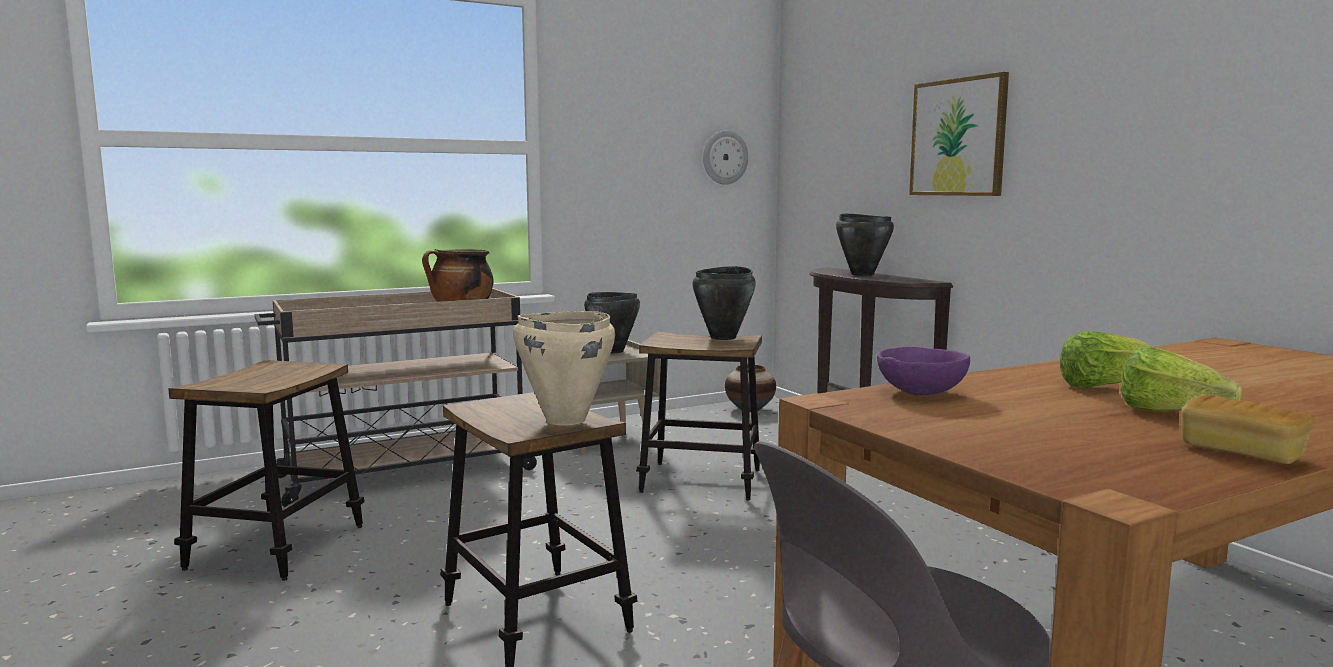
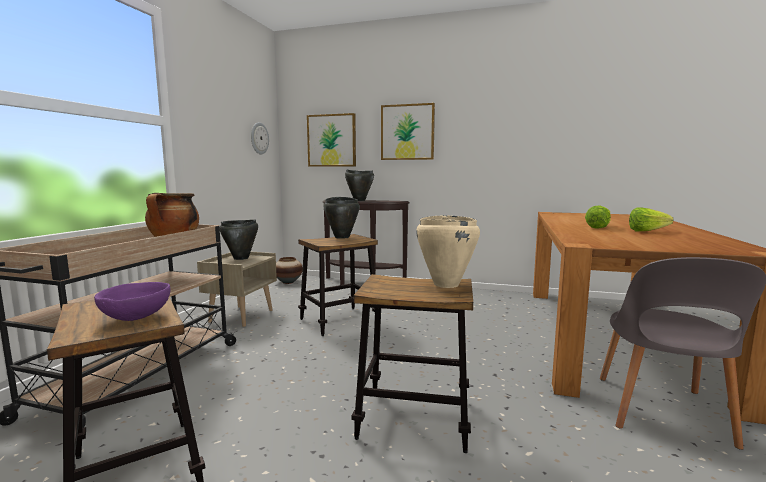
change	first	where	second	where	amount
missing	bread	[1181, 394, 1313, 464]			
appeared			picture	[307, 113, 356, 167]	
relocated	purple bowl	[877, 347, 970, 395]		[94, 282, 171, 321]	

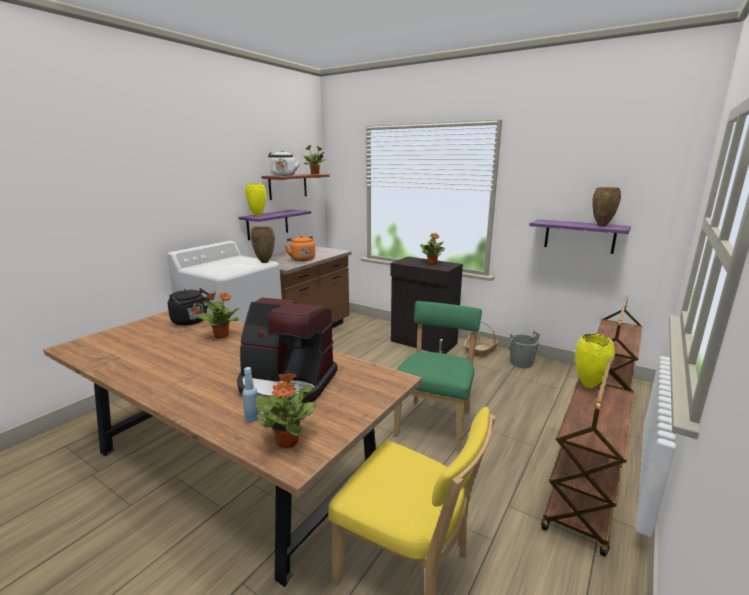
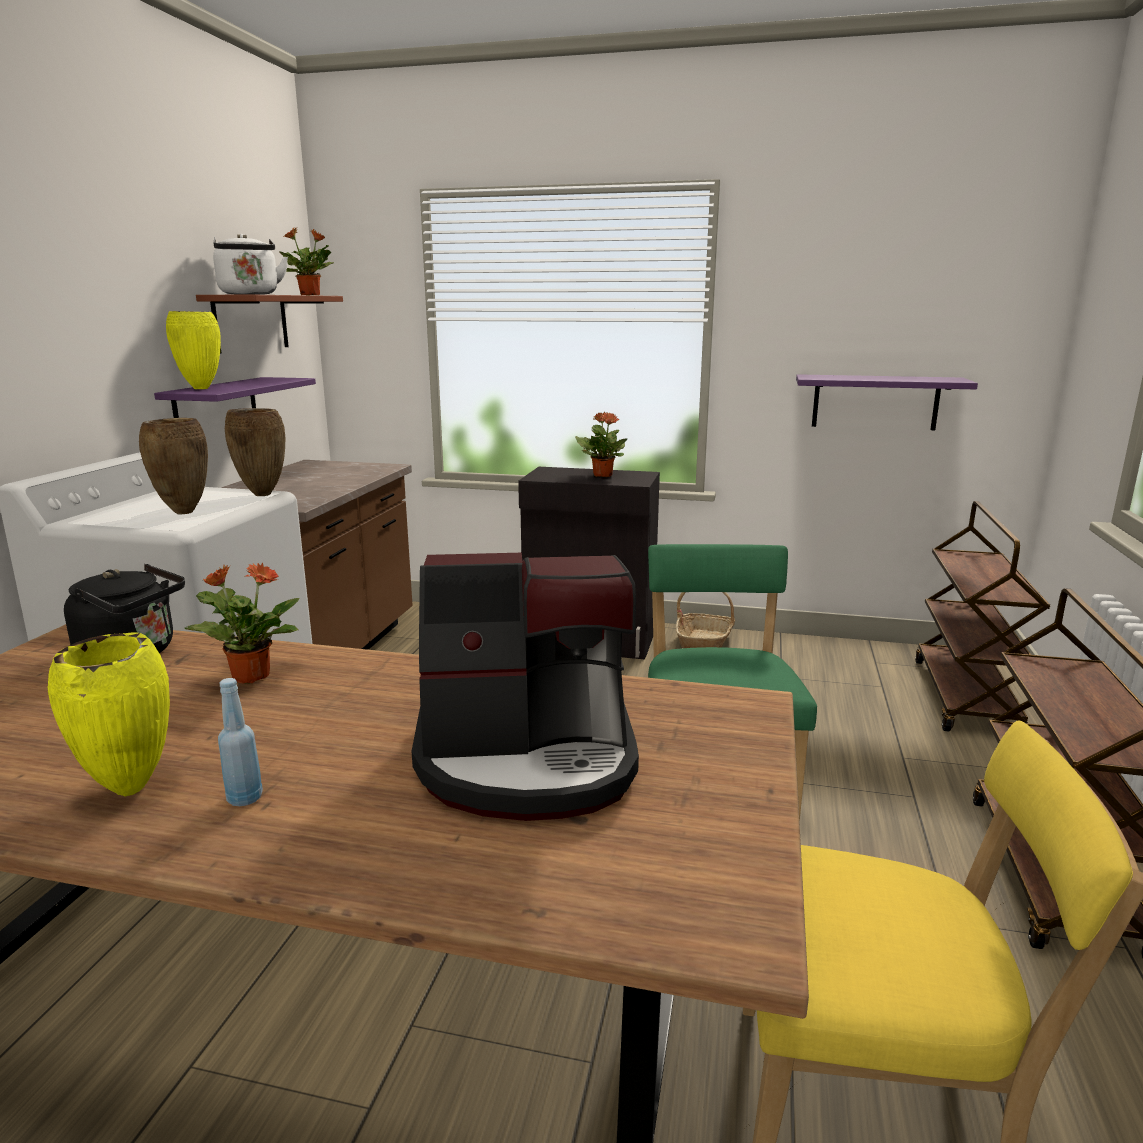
change	first	where	second	where	amount
missing	potted plant	[255, 373, 316, 448]			
missing	orange kettle	[285, 236, 315, 261]			
missing	grey bucket	[508, 331, 540, 368]			
relocated	blue bottle	[242, 367, 260, 422]		[218, 678, 263, 806]	
relocated	yellow vase	[575, 334, 615, 388]		[47, 632, 170, 796]	
relocated	brown vase	[592, 187, 621, 226]		[139, 418, 208, 515]	

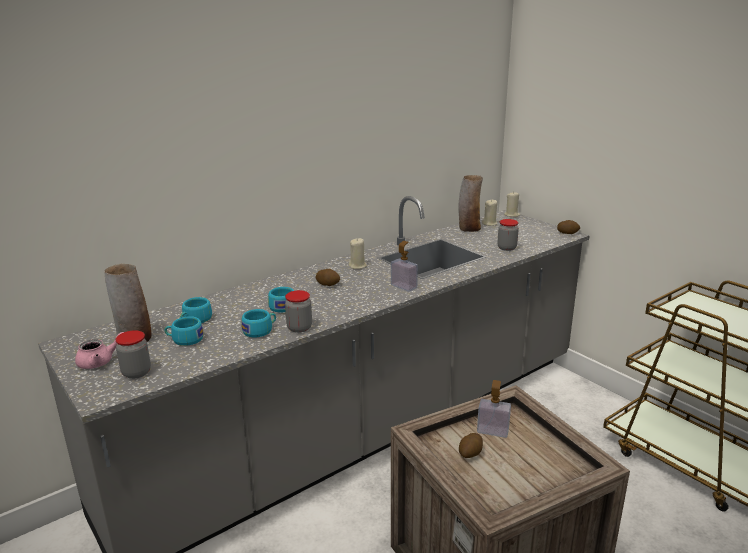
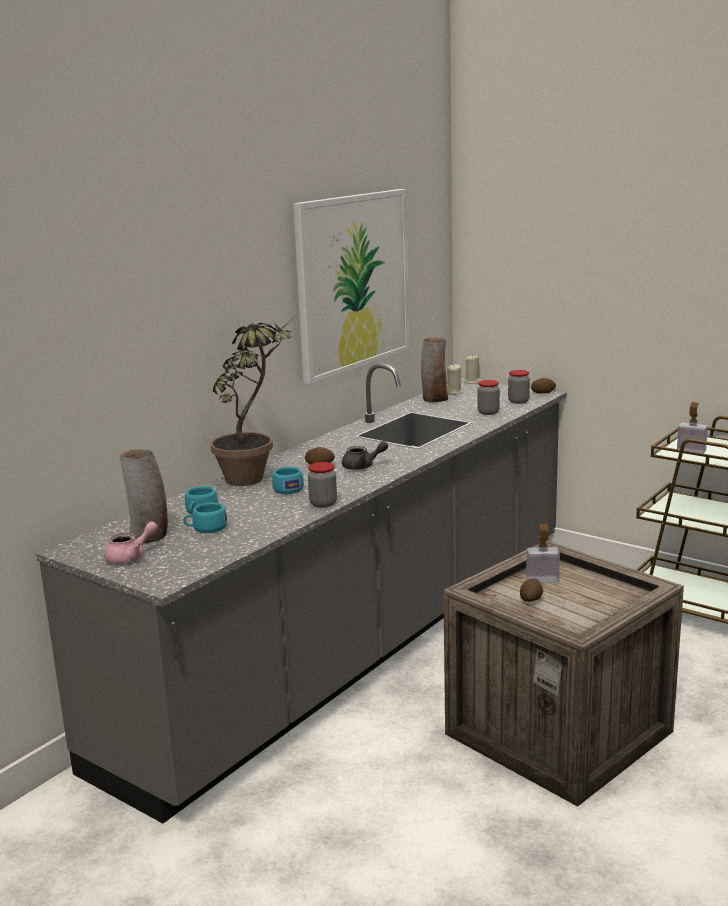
change	first	where	second	where	amount
missing	turquoise cup	[241, 309, 276, 337]			
missing	beige candle	[349, 238, 367, 269]			
appeared			potted plant	[210, 321, 292, 486]	
appeared			picture	[293, 189, 410, 384]	
appeared			grey teapot	[342, 441, 388, 470]	
relocated	jar	[115, 330, 151, 379]		[508, 370, 530, 404]	
relocated	soap dispenser	[391, 241, 418, 292]		[677, 402, 708, 454]	

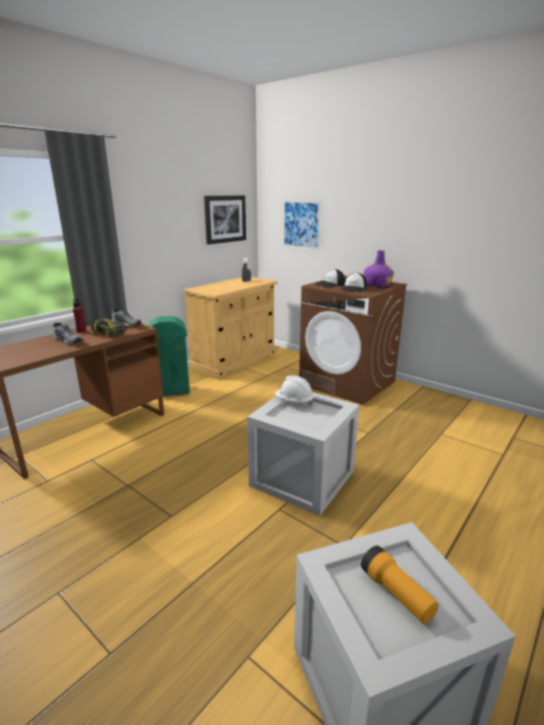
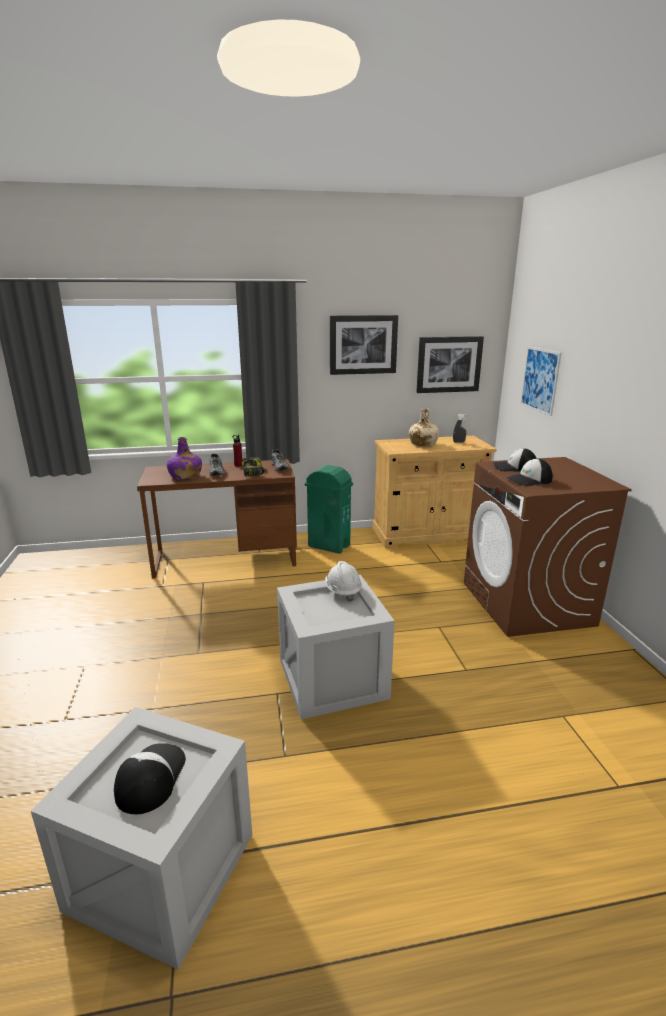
change	first	where	second	where	amount
appeared			picture	[330, 315, 398, 375]	
appeared			beige bottle	[409, 408, 439, 446]	
relocated	purple bottle	[364, 250, 394, 287]		[167, 437, 202, 480]	
exchanged	flashlight	[361, 546, 438, 624]	cap	[114, 743, 186, 814]	

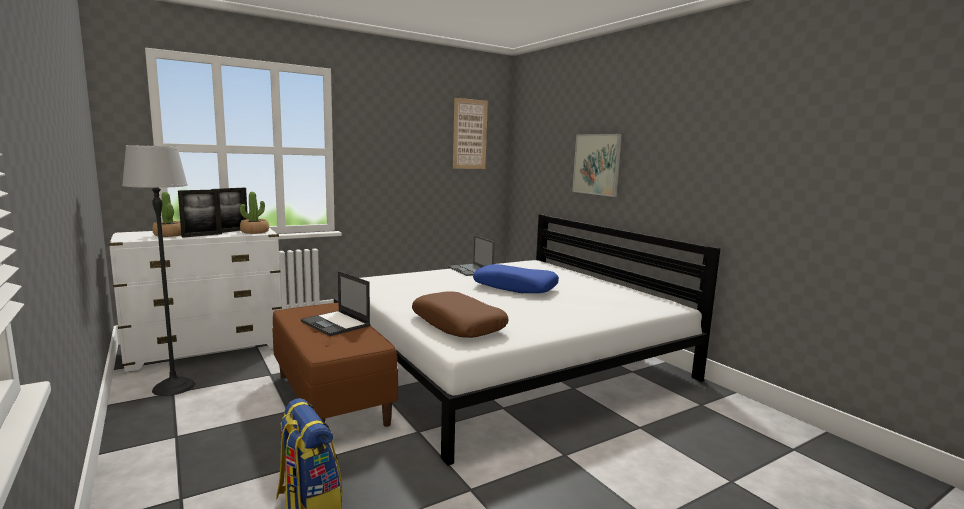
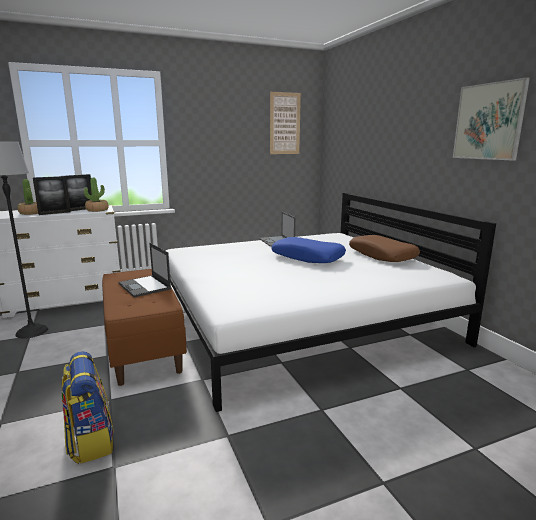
change	first	where	second	where	amount
relocated	brown pillow	[412, 292, 508, 338]		[349, 235, 420, 262]	
relocated	picture	[572, 134, 622, 197]		[453, 77, 530, 161]	

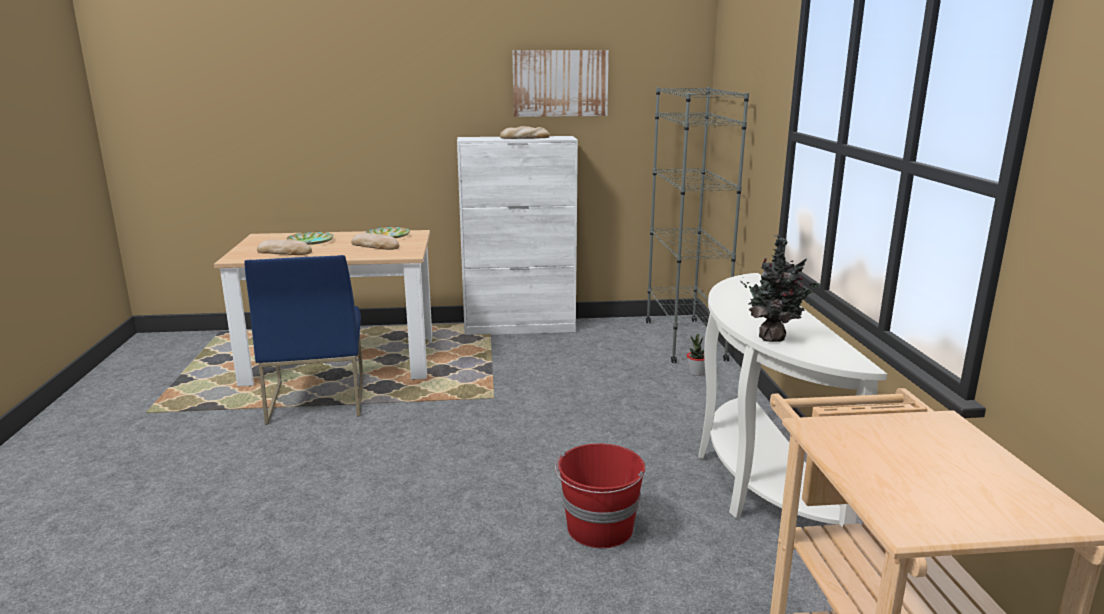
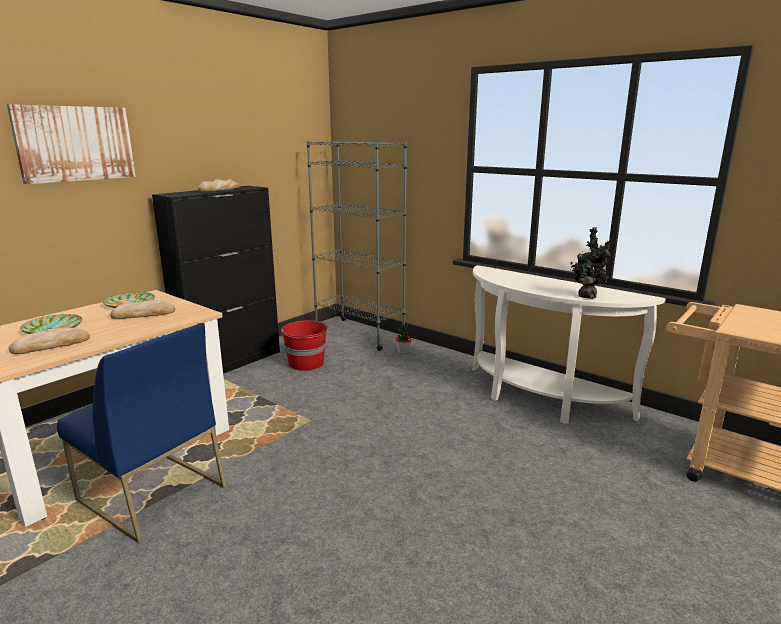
change	first	where	second	where	amount
relocated	picture	[512, 50, 609, 117]		[7, 104, 136, 184]	
relocated	red bucket	[555, 443, 645, 548]		[281, 320, 329, 371]	
colour	white cabinet	[457, 136, 578, 335]	black cabinet	[152, 186, 280, 374]	

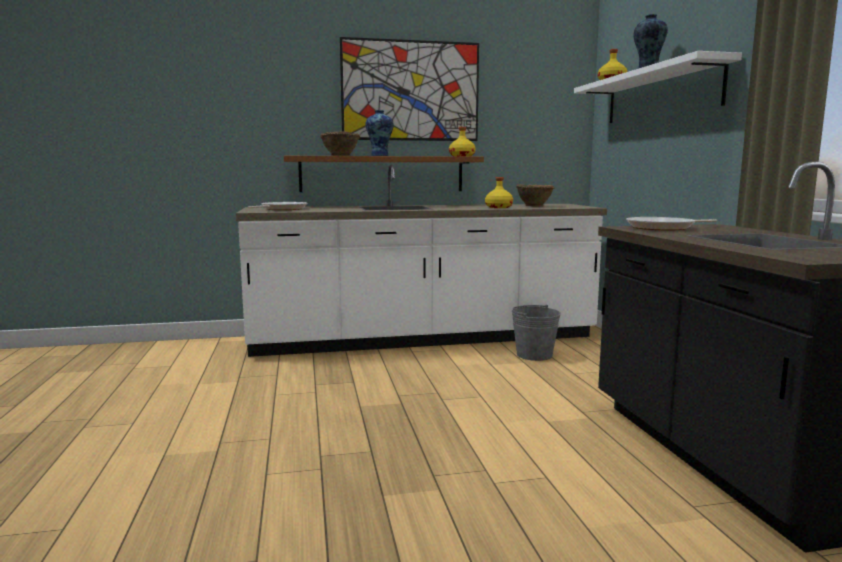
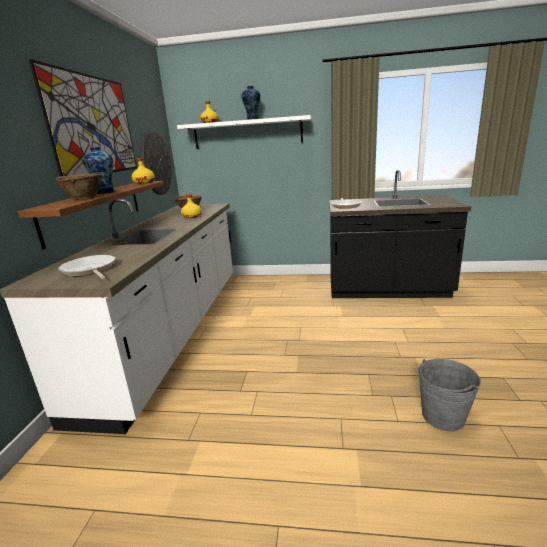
change	first	where	second	where	amount
appeared			wall clock	[142, 132, 172, 195]	
relocated	grey bucket	[512, 305, 561, 361]		[418, 359, 481, 431]	

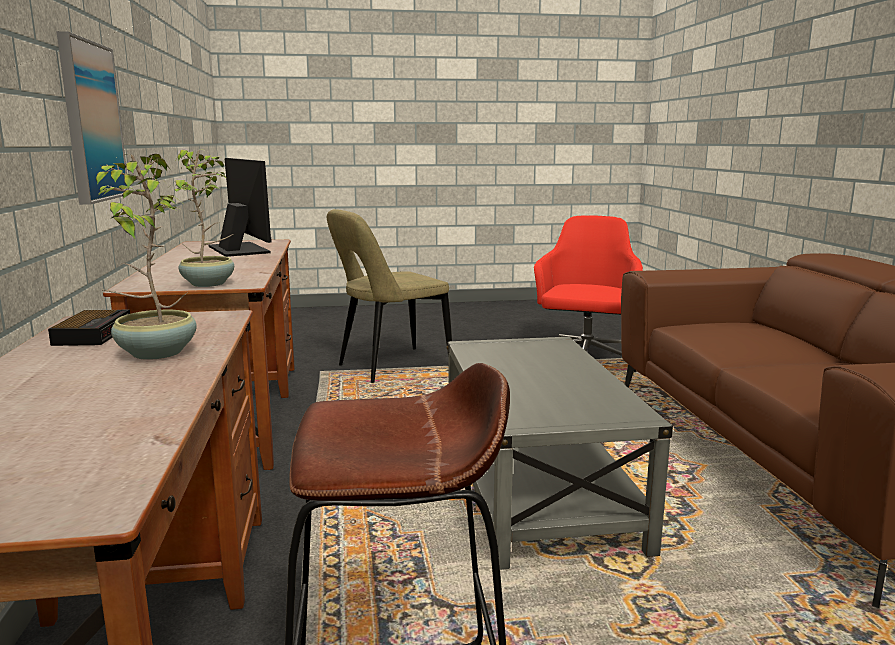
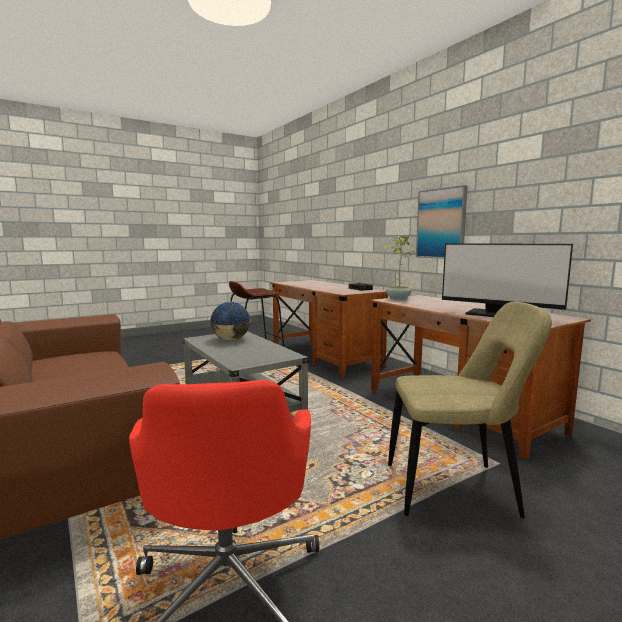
change	first	where	second	where	amount
missing	potted plant	[91, 154, 197, 360]			
appeared			globe	[210, 302, 251, 341]	
spun	beige chair	[327, 209, 452, 383]		[388, 302, 552, 518]	60 degrees clockwise

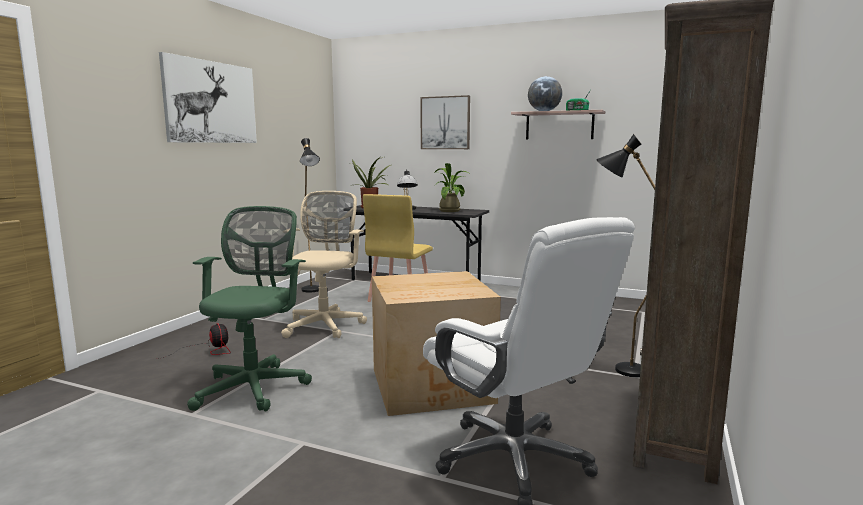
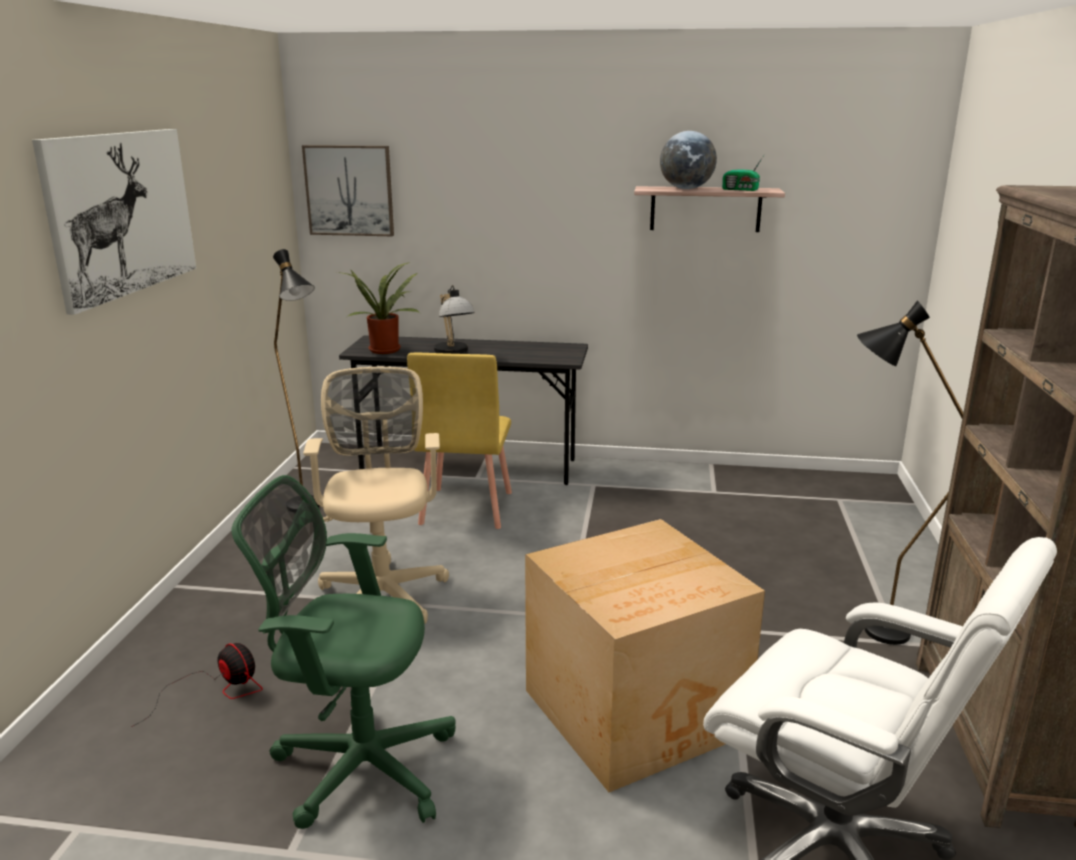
change	first	where	second	where	amount
missing	potted plant	[434, 163, 469, 212]			
relocated	picture	[421, 95, 470, 149]		[302, 145, 394, 236]	
spun	green office chair	[187, 206, 312, 411]		[232, 475, 456, 829]	75 degrees counterclockwise

